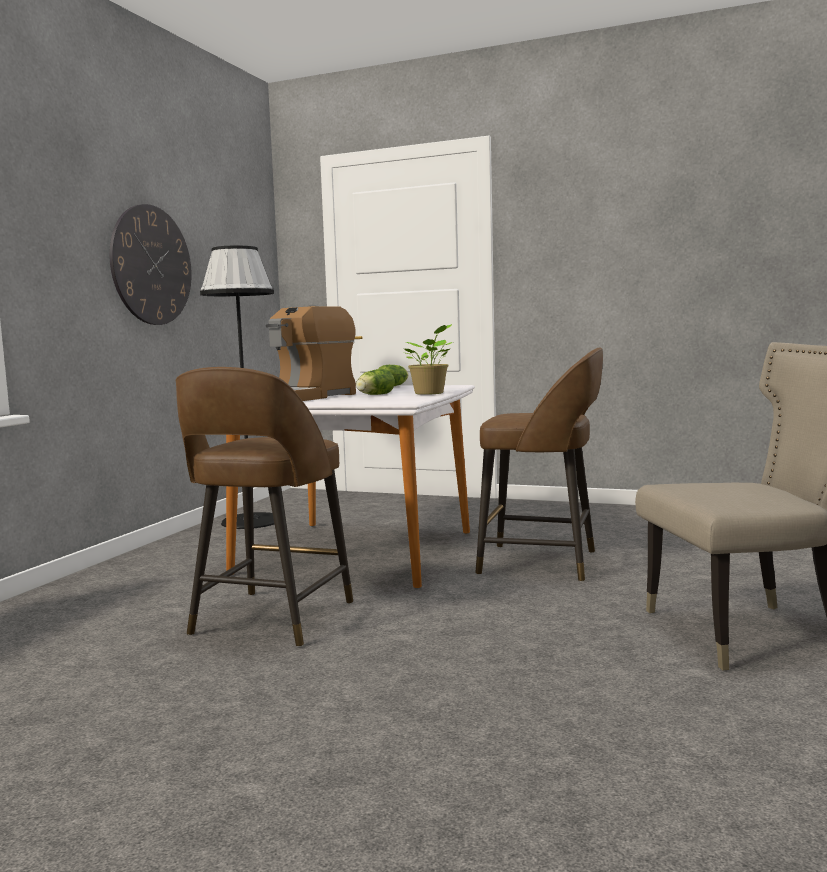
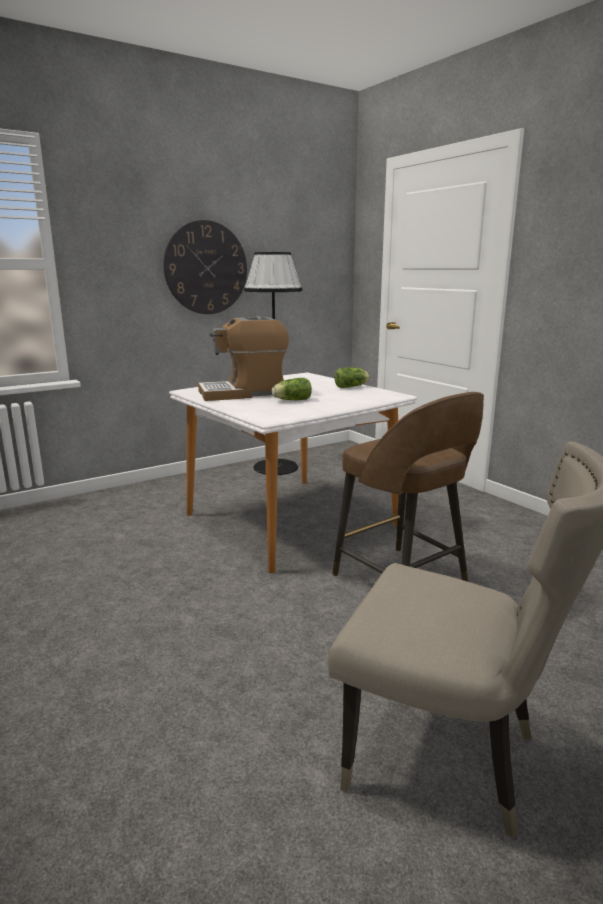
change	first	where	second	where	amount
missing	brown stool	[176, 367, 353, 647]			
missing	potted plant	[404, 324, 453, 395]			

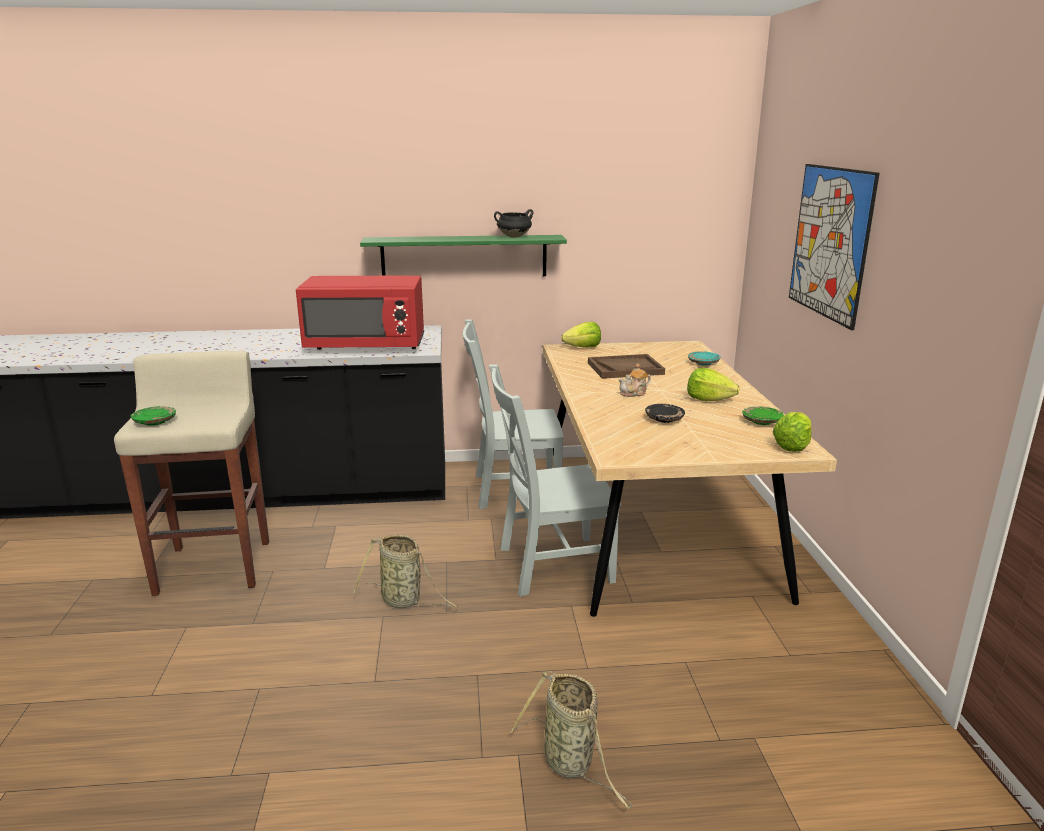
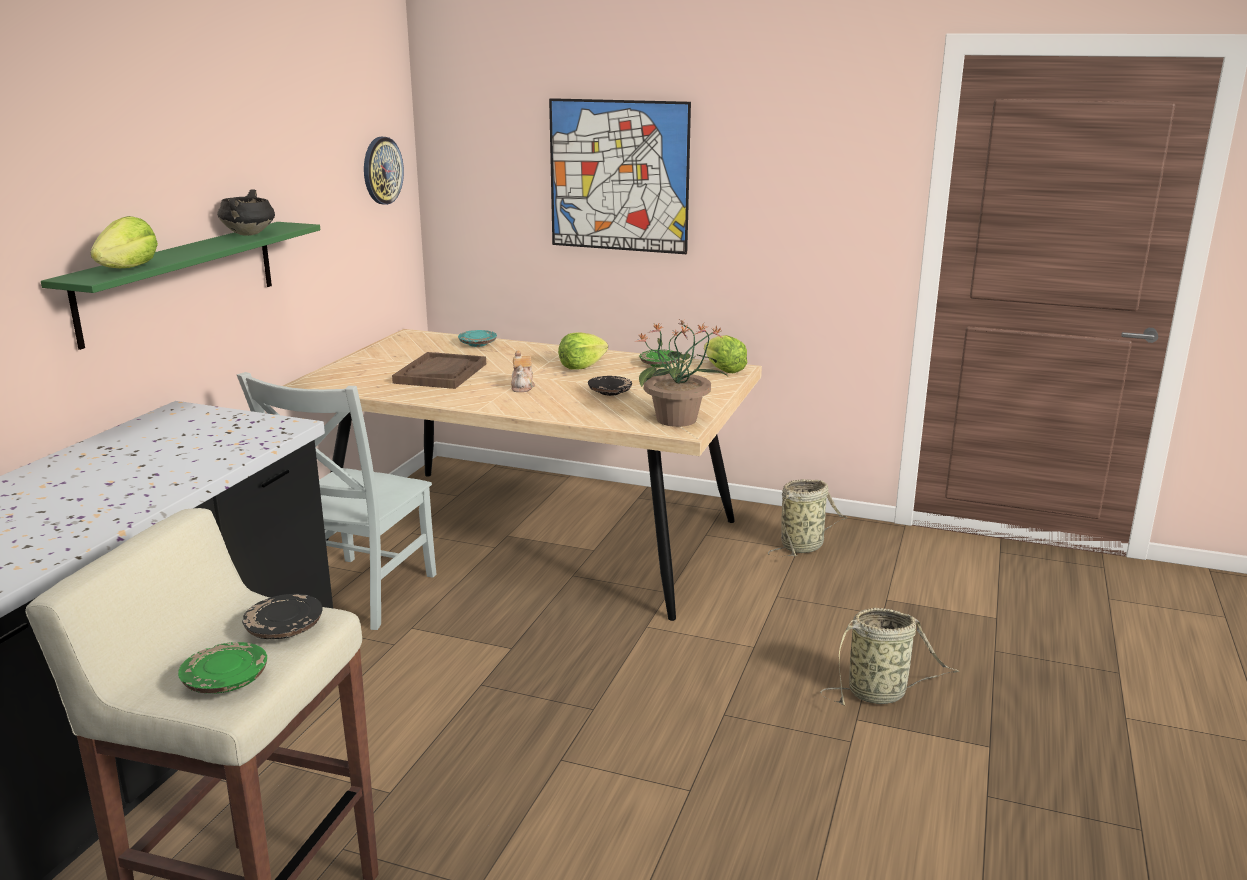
change	first	where	second	where	amount
missing	red microwave	[296, 276, 424, 350]			
missing	grey chair	[489, 364, 621, 597]			
appeared			black plate	[242, 594, 323, 639]	
appeared			wall clock	[364, 137, 404, 205]	
appeared			potted plant	[635, 320, 728, 427]	
relocated	basket	[353, 534, 458, 608]		[768, 479, 847, 556]	
relocated	lettuce	[561, 322, 601, 348]		[91, 216, 158, 268]	

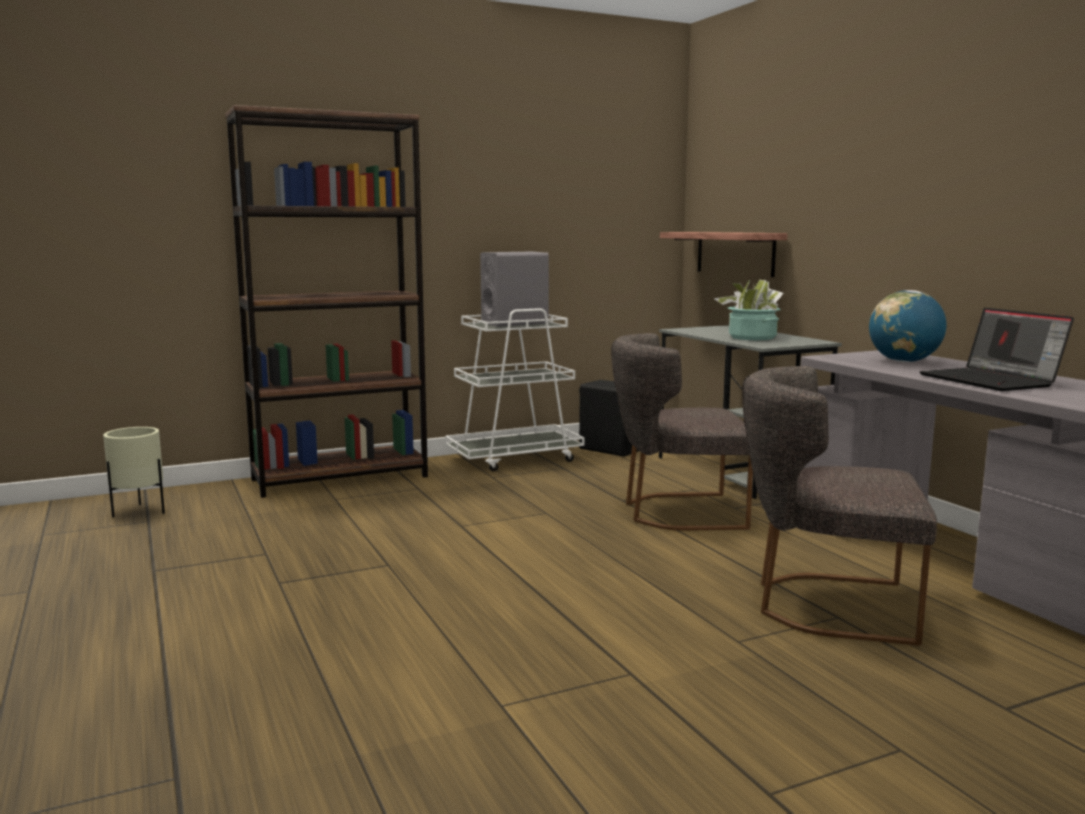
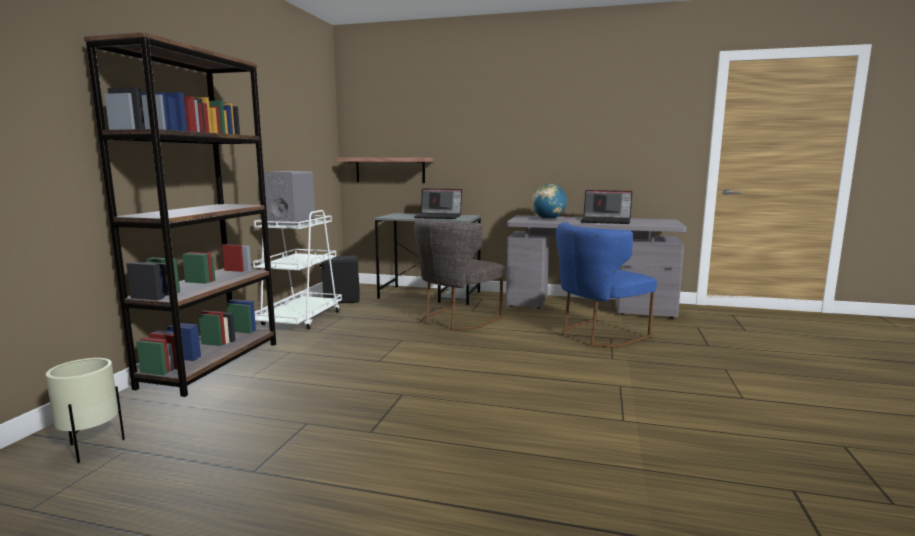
change	first	where	second	where	amount
exchanged	potted plant	[713, 280, 784, 340]	laptop	[414, 189, 462, 219]	
colour	grey chair	[742, 366, 937, 646]	blue chair	[556, 222, 657, 347]	

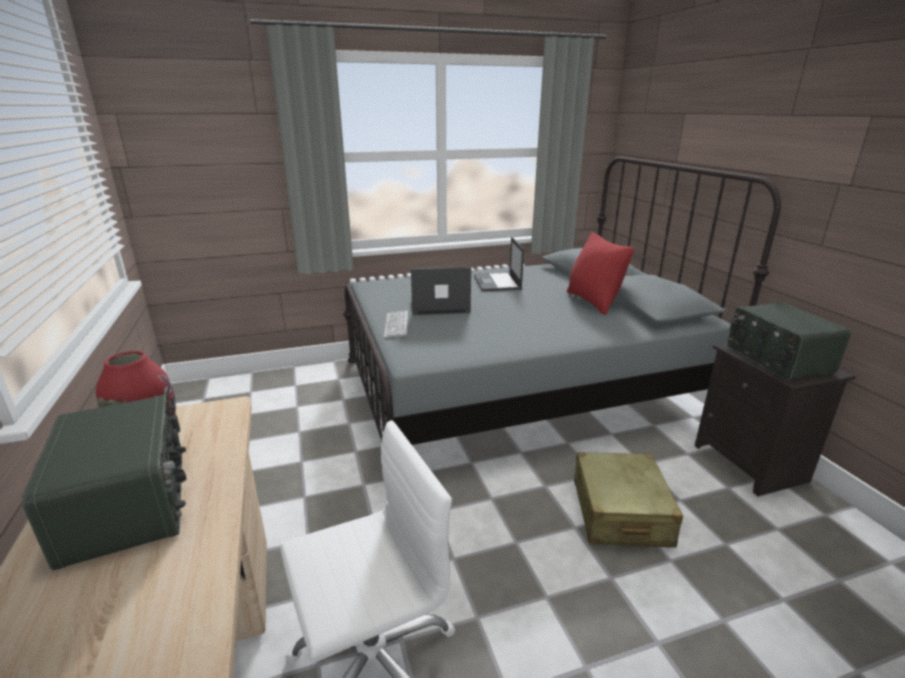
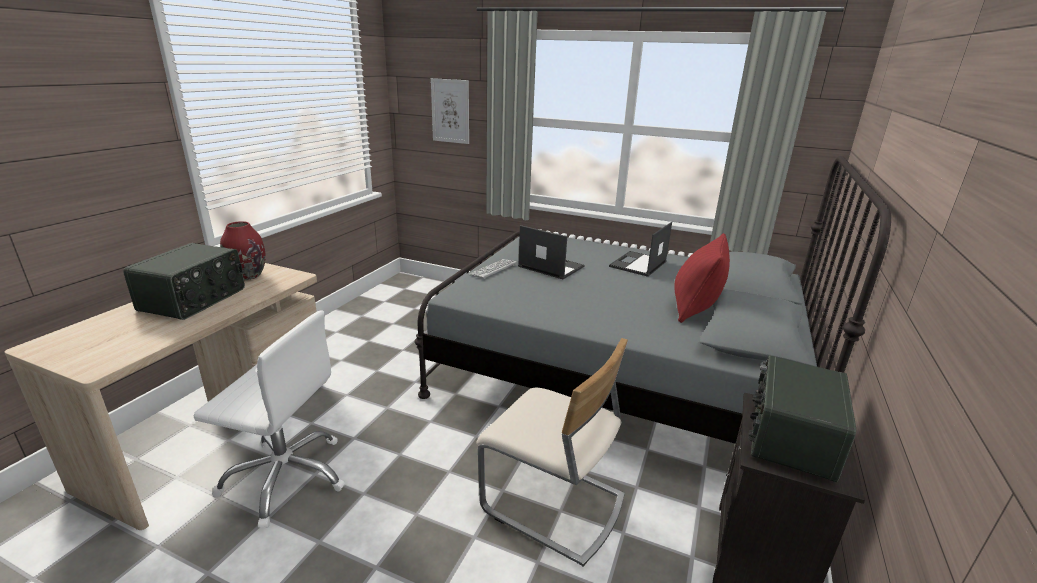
change	first	where	second	where	amount
appeared			picture	[431, 78, 469, 144]	
exchanged	beige suitcase	[574, 452, 683, 548]	beige chair	[476, 338, 628, 566]	

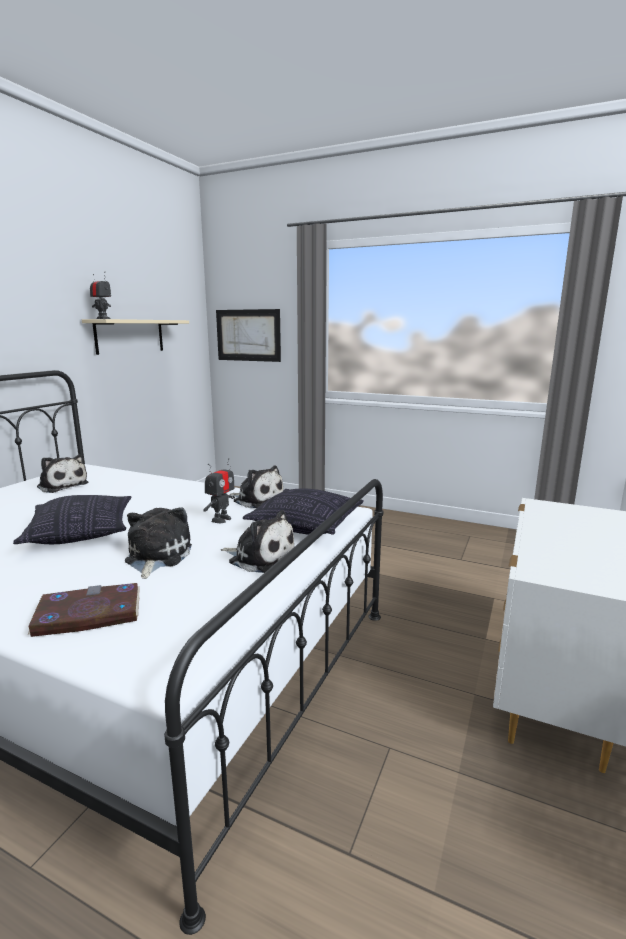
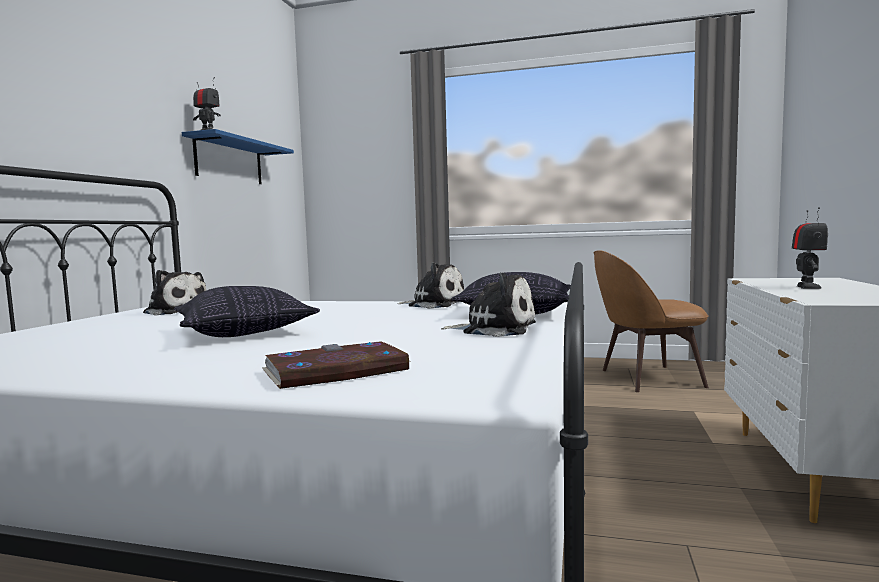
change	first	where	second	where	amount
missing	plush toy	[125, 507, 192, 579]			
missing	picture	[216, 309, 281, 362]			
appeared			brown chair	[594, 250, 709, 392]	
relocated	toy robot	[204, 458, 235, 523]		[792, 207, 828, 289]	
colour	beige shelf	[82, 319, 189, 355]	blue shelf	[182, 129, 294, 184]	

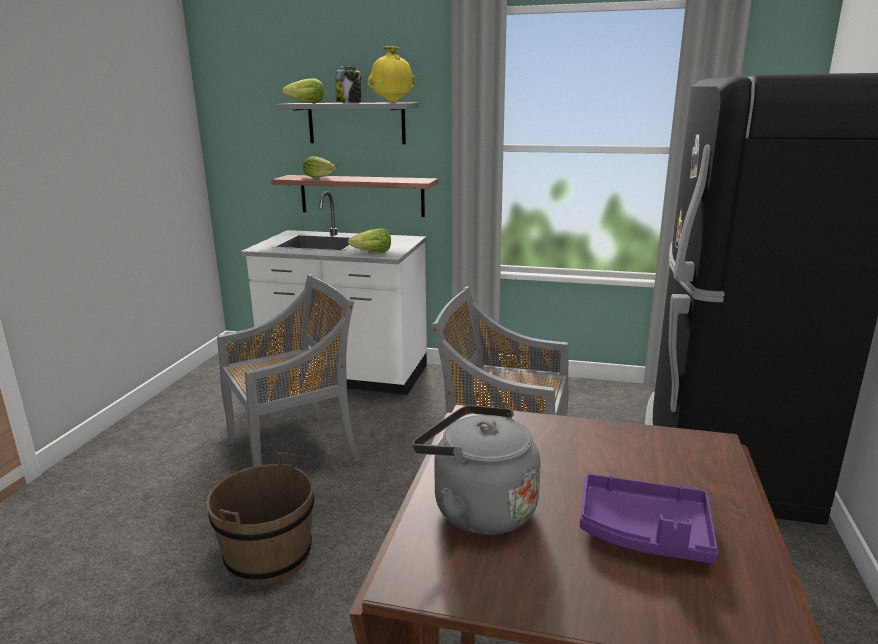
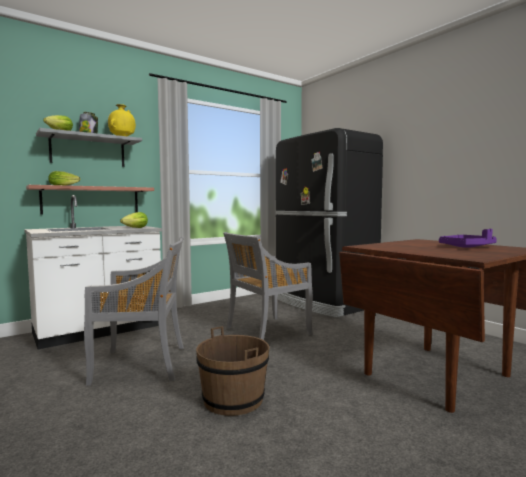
change	first	where	second	where	amount
missing	grey kettle	[413, 405, 541, 535]			
spun	grey chair	[217, 274, 360, 467]		[84, 237, 184, 386]	75 degrees clockwise

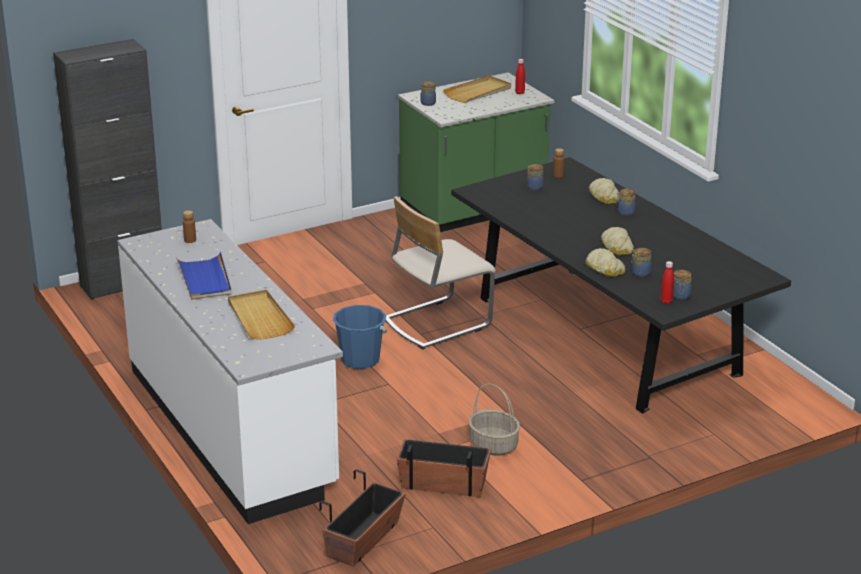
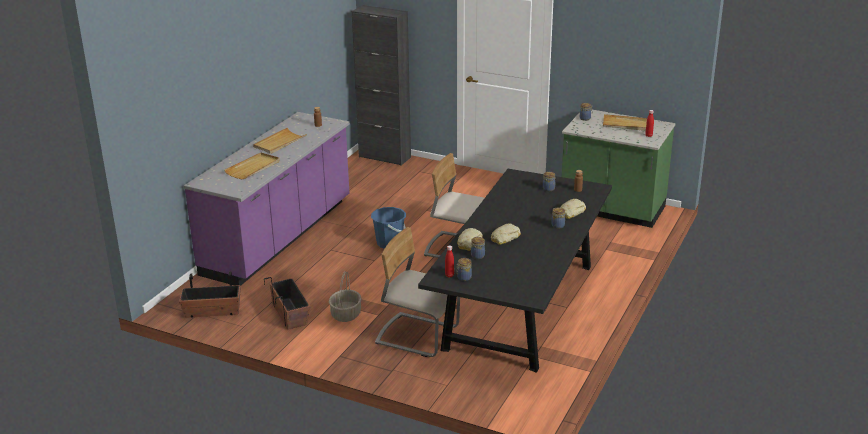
change	first	where	second	where	amount
appeared			beige chair	[375, 227, 460, 357]	
colour	white counter	[117, 219, 343, 524]	purple counter	[184, 112, 350, 285]	
colour	blue tray	[176, 252, 232, 300]	beige tray	[253, 127, 307, 154]	

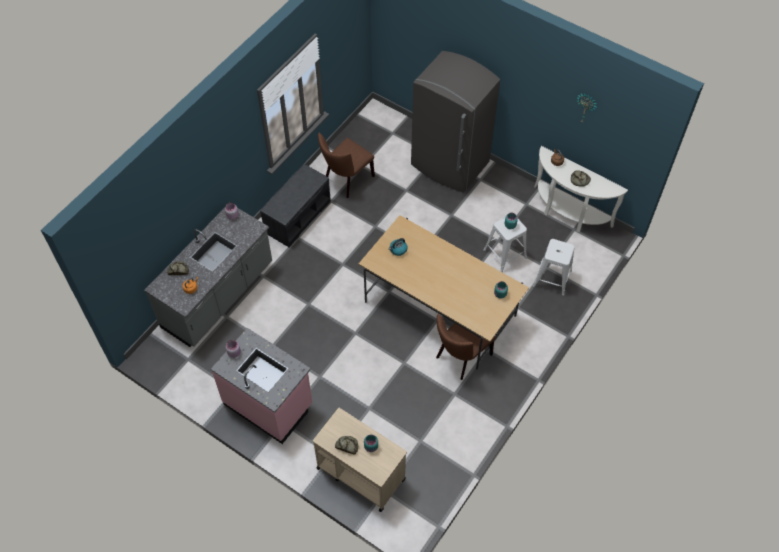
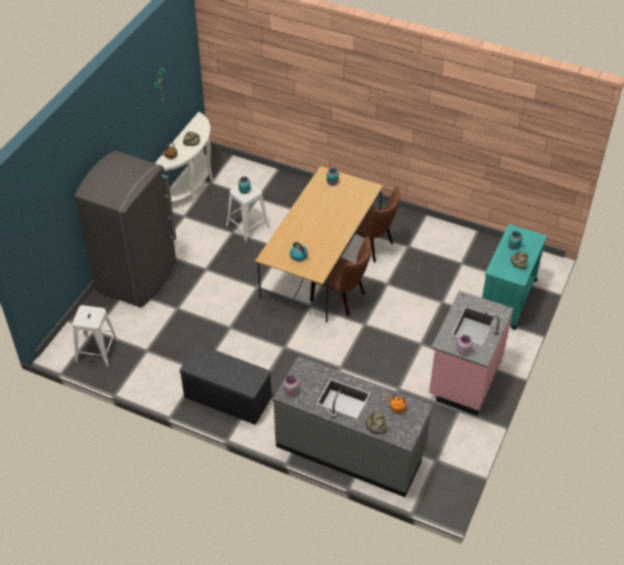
change	first	where	second	where	amount
relocated	brown chair	[318, 133, 375, 198]		[310, 236, 371, 316]	
relocated	white stool	[532, 239, 575, 296]		[72, 305, 119, 367]	
colour	beige cart	[313, 408, 407, 512]	turquoise cart	[482, 224, 547, 330]	

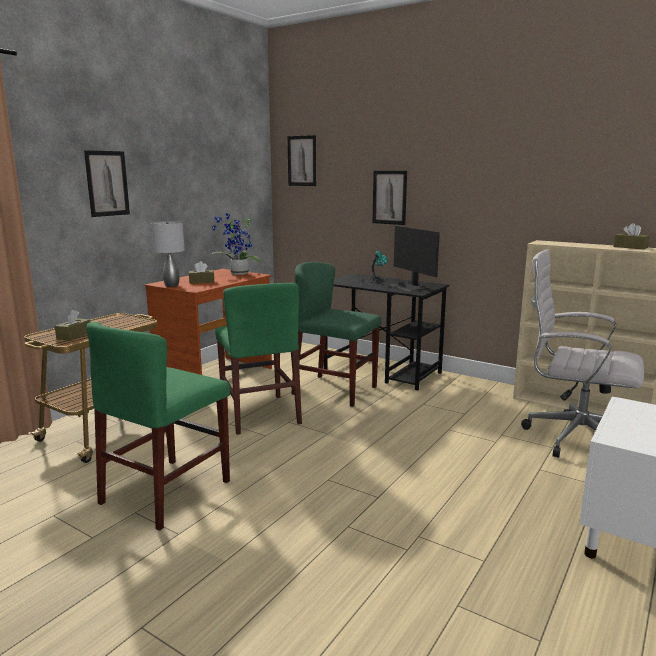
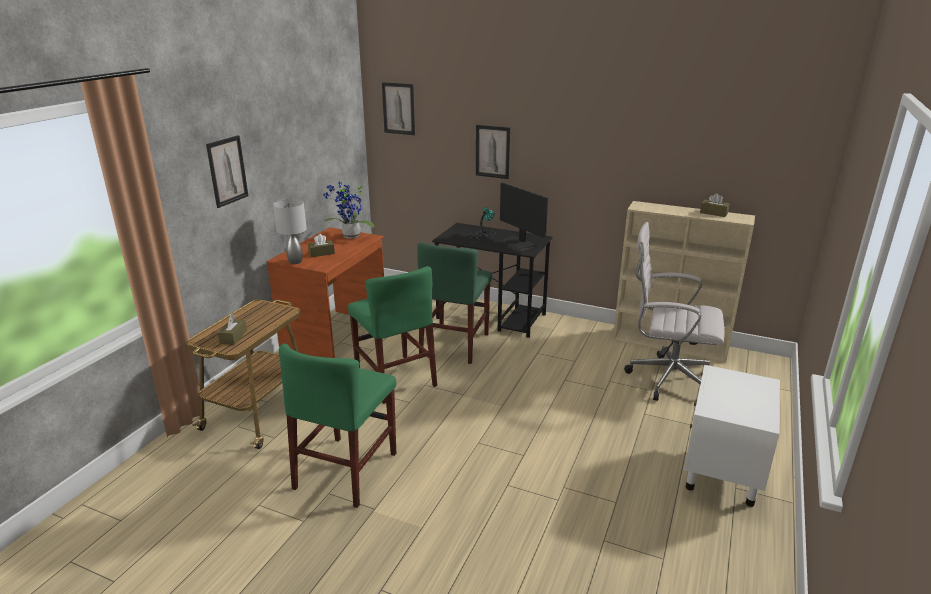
change	first	where	second	where	amount
spun	green chair	[291, 262, 381, 407]		[417, 242, 492, 364]	90 degrees counterclockwise

